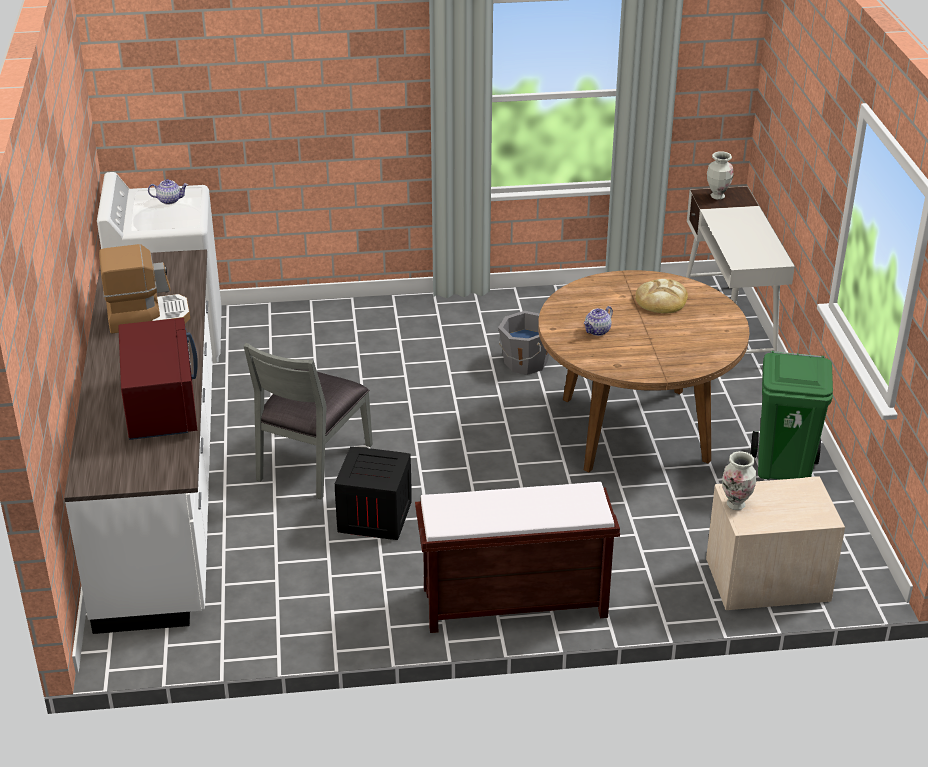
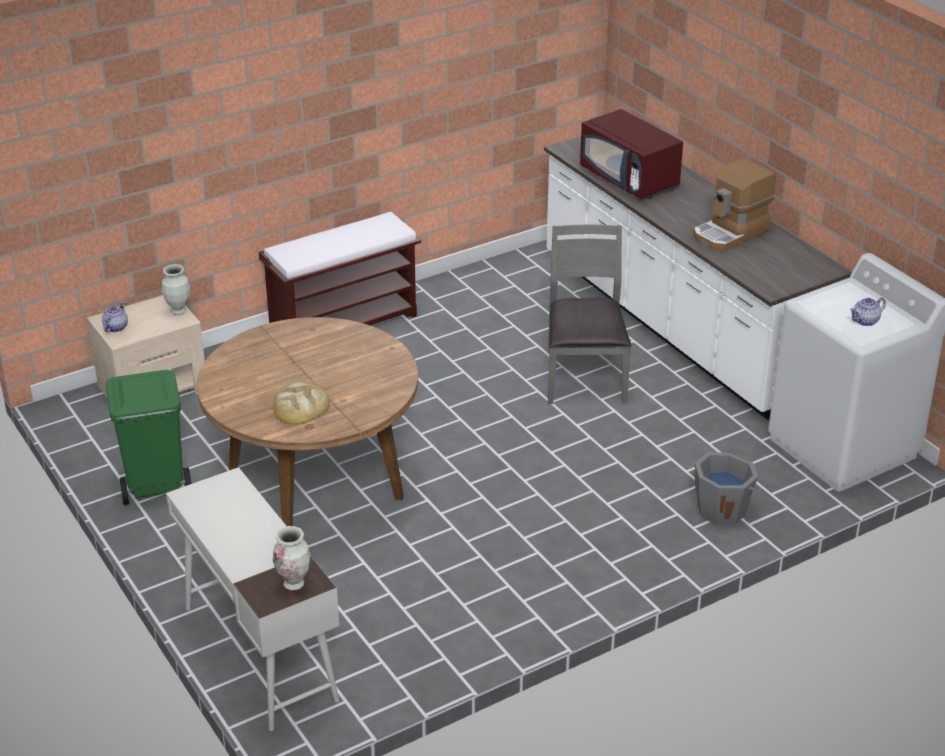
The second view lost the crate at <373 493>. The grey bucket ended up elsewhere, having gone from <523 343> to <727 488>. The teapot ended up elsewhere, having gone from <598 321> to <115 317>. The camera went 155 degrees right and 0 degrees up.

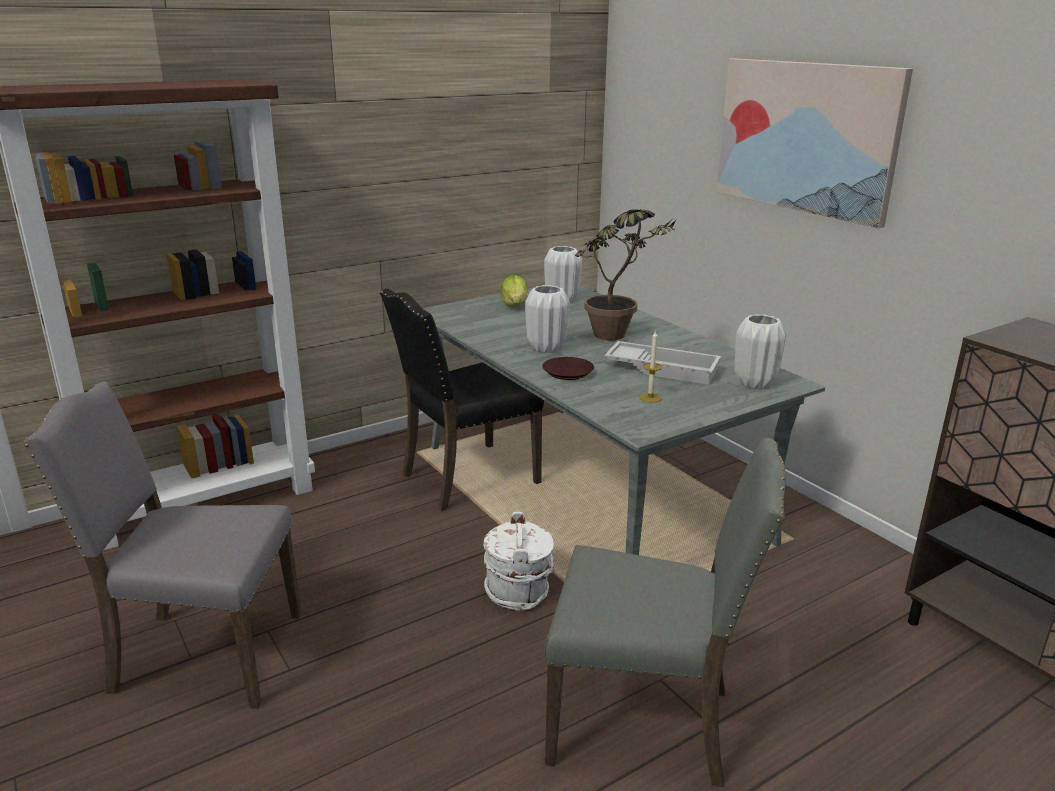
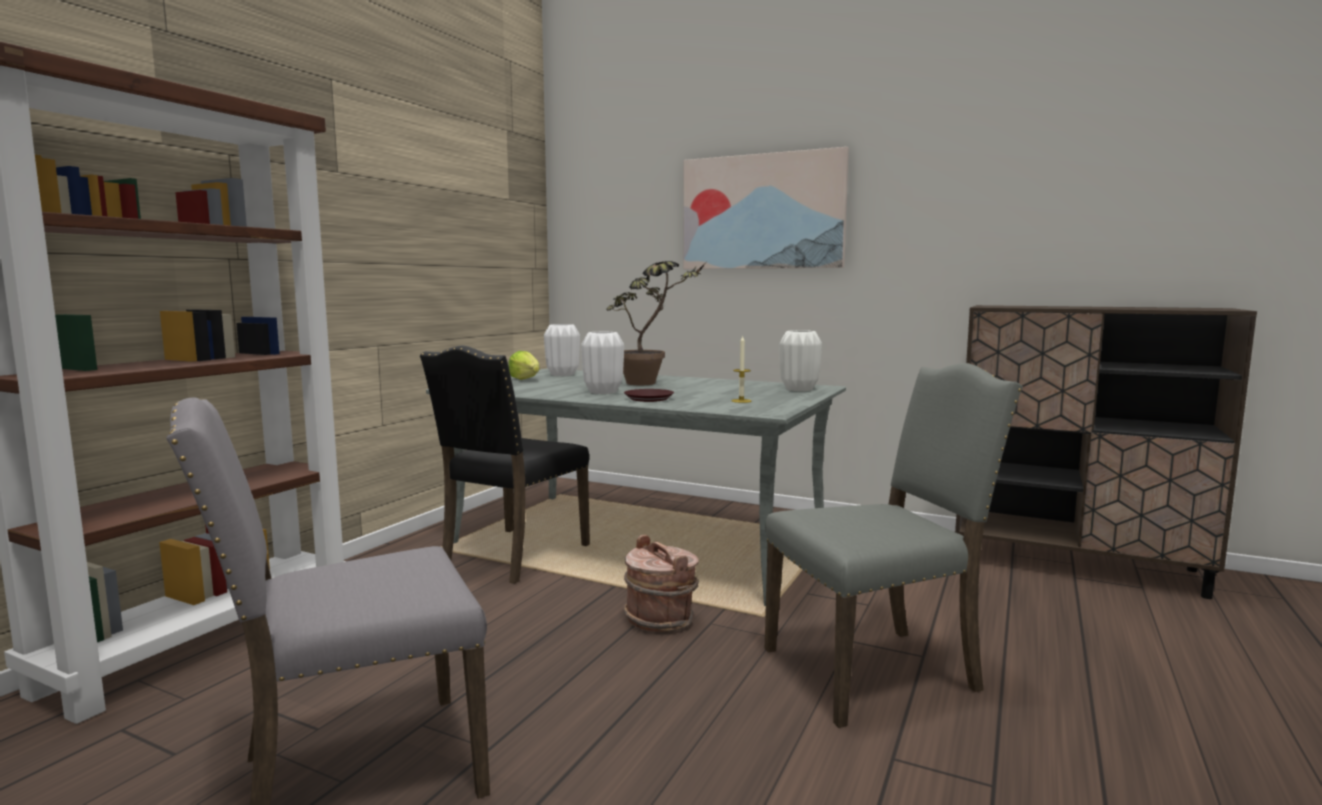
The second view lost the white tray at <663 363>. What was the white bucket at <518 561> turned into the brown bucket at <661 583>. The camera went 30 degrees left and 15 degrees down.

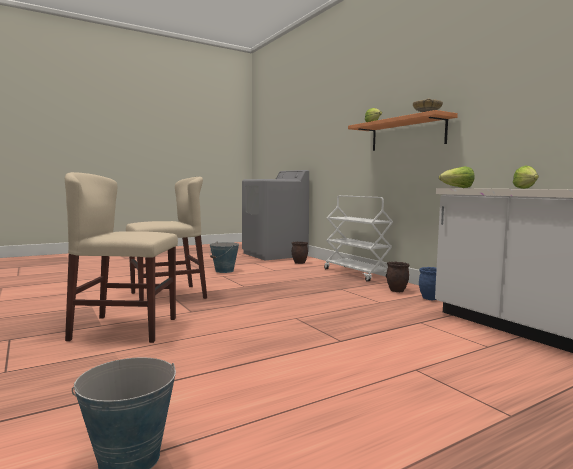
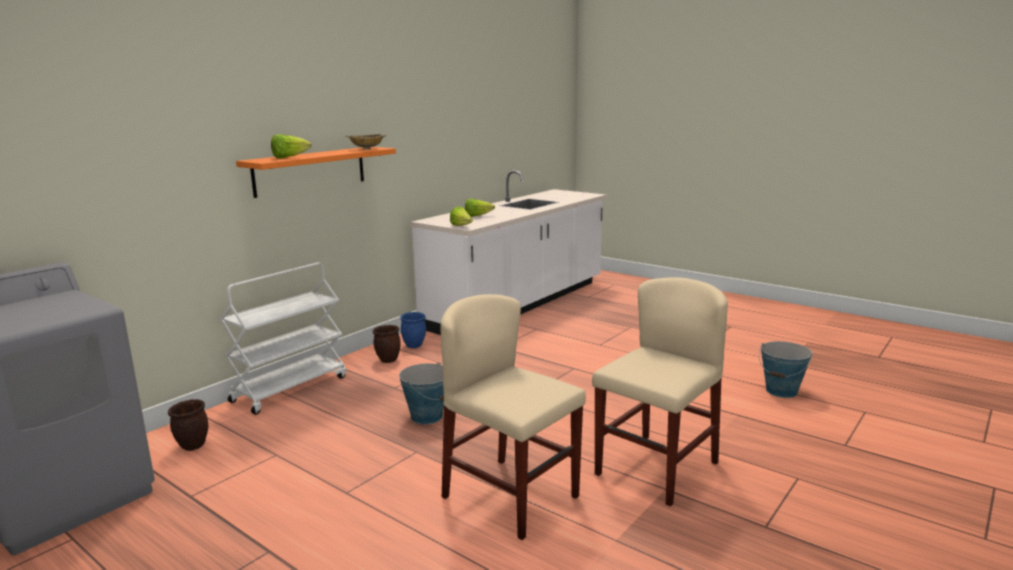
The bucket ended up elsewhere, having gone from <224 257> to <421 393>. The beige chair at <121 257> ended up facing another way, 120 degrees counterclockwise from before. The camera went 110 degrees left and 10 degrees up.

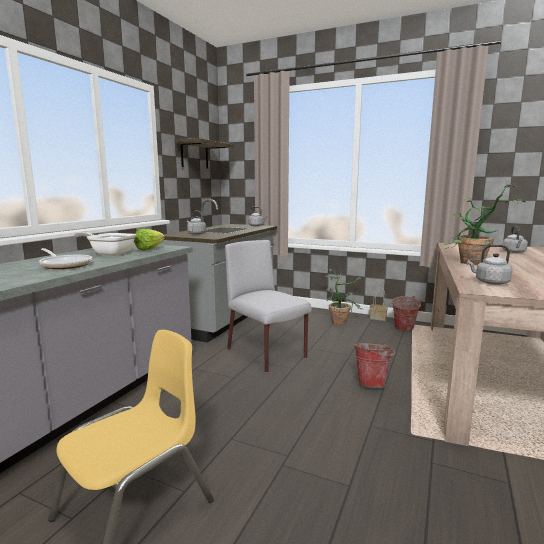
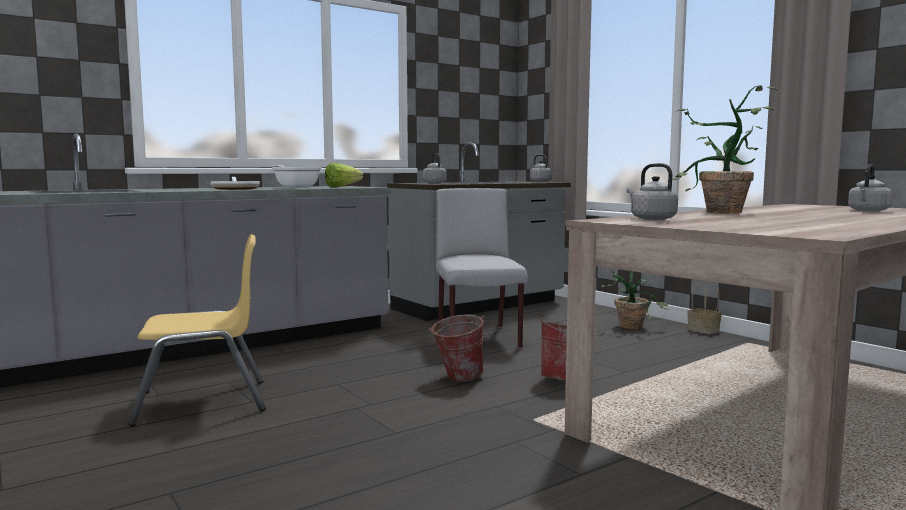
The second view lost the shelf at <204 153>. The bucket ended up elsewhere, having gone from <405 313> to <456 348>. The camera went 30 degrees right and 5 degrees down.

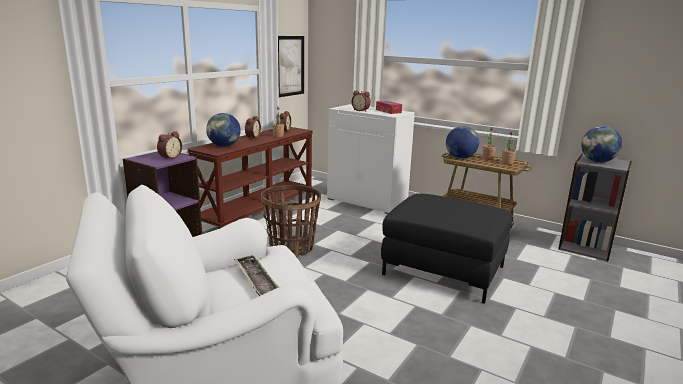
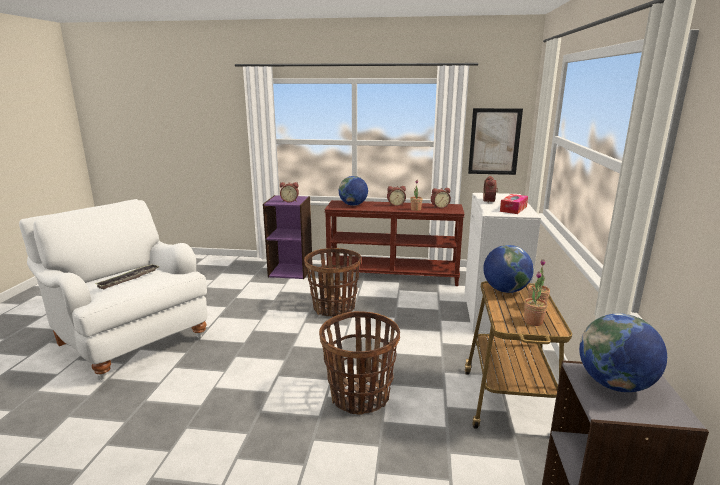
Where the black ottoman stood at <446 249>, the basket came to stand at <359 362>. The camera went 65 degrees right and 0 degrees up.

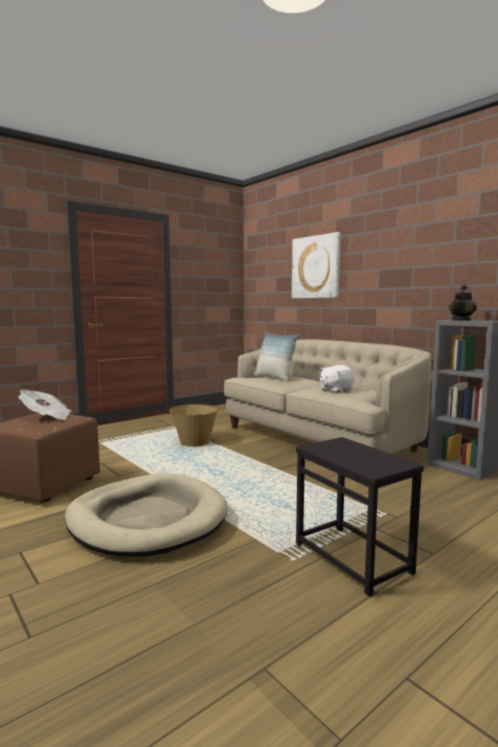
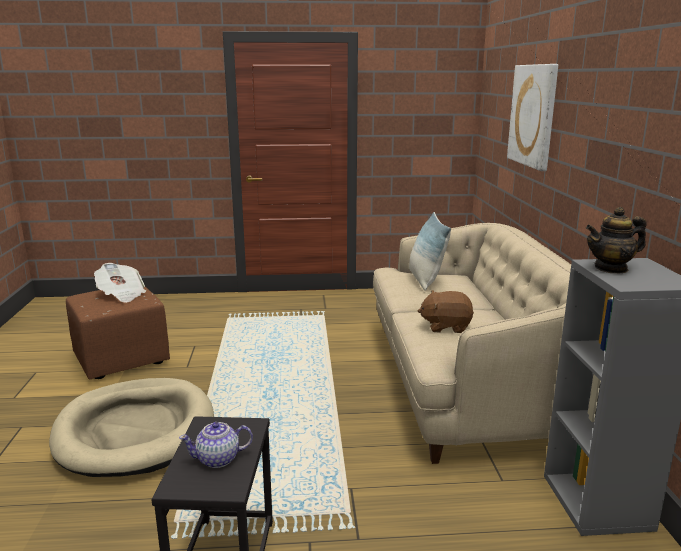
The second view lost the basket at <193 425>. The second view gained the teapot at <216 445>. What was the white plush toy at <337 379> turned into the brown plush toy at <446 311>. The camera went 35 degrees right and 10 degrees up.

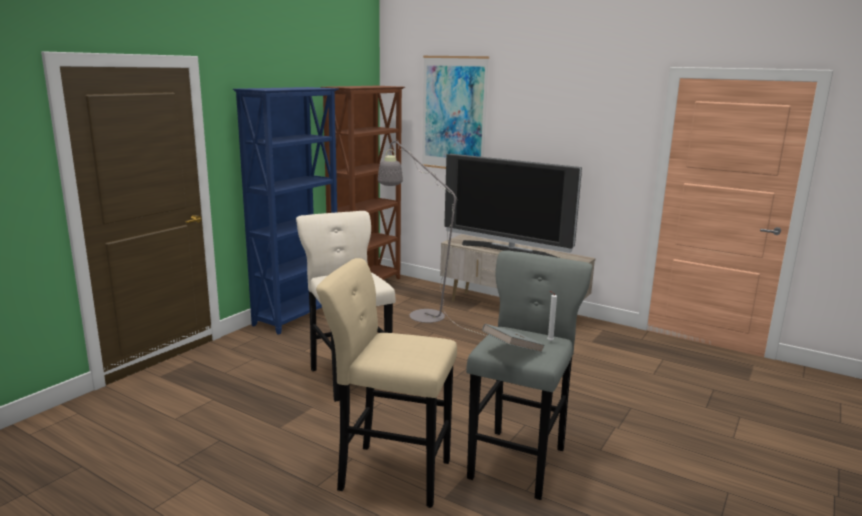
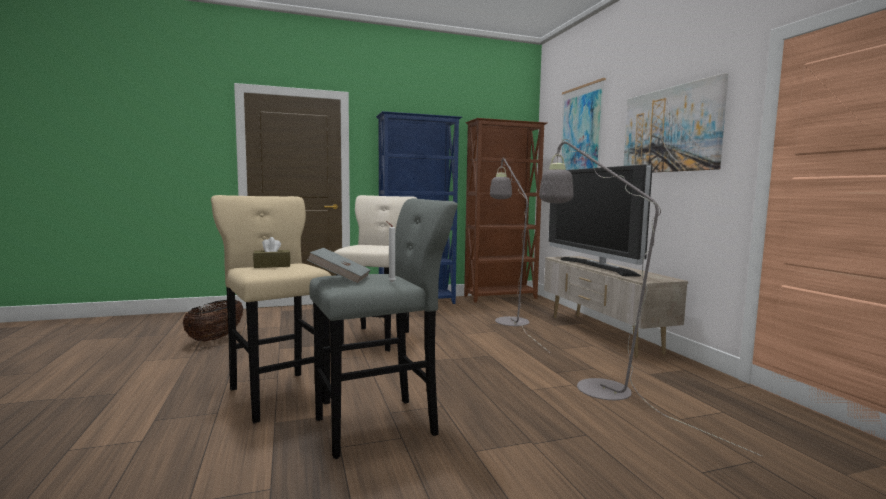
The second view gained the basket at <213 321>. The second view gained the brown tissue box at <272 252>. The second view gained the grey floor lamp at <650 297>. The second view gained the picture at <675 123>. The camera went 40 degrees right and 10 degrees down.

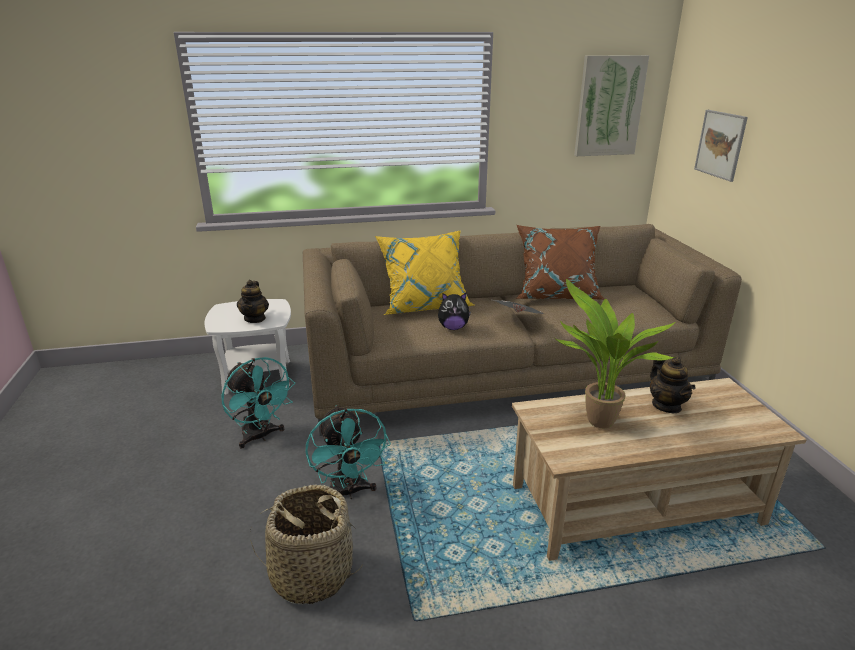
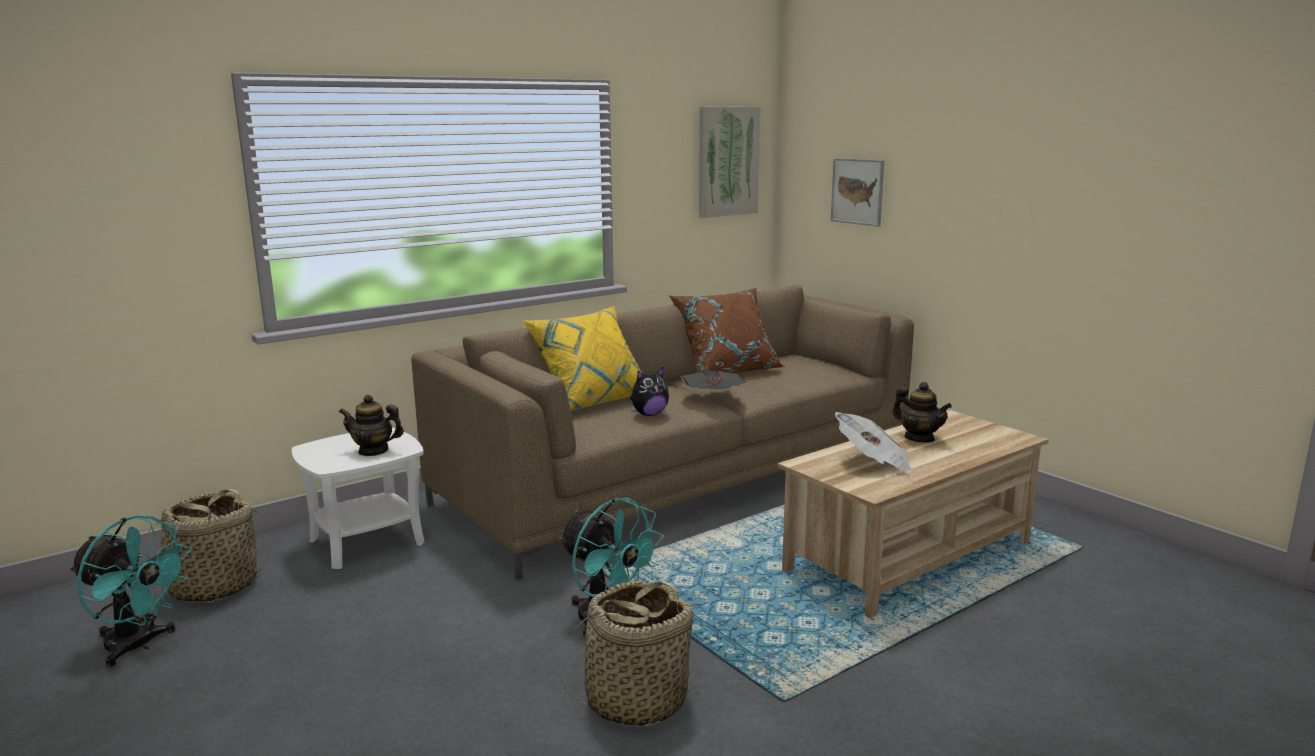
The second view gained the basket at <208 545>. The turquoise fan ended up elsewhere, having gone from <258 403> to <131 591>. Where the potted plant stood at <615 354>, the newspaper came to stand at <873 442>. The teapot at <253 301> ended up facing another way, 120 degrees clockwise from before. The camera went 25 degrees left and 10 degrees down.

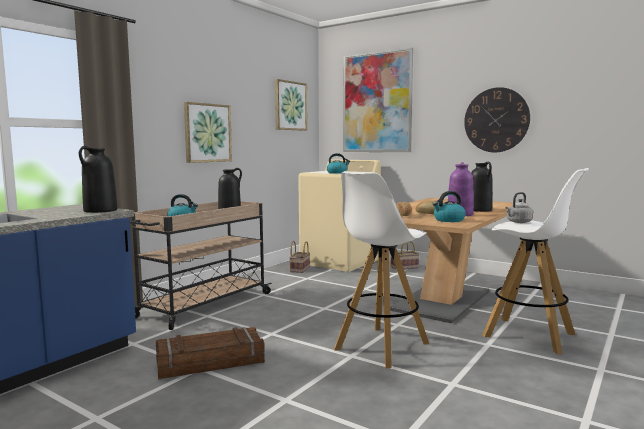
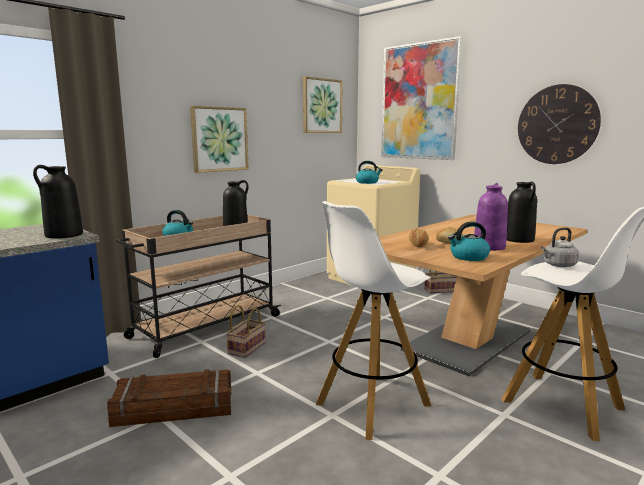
The basket ended up elsewhere, having gone from <299 257> to <245 331>. The camera went 10 degrees right and 5 degrees up.

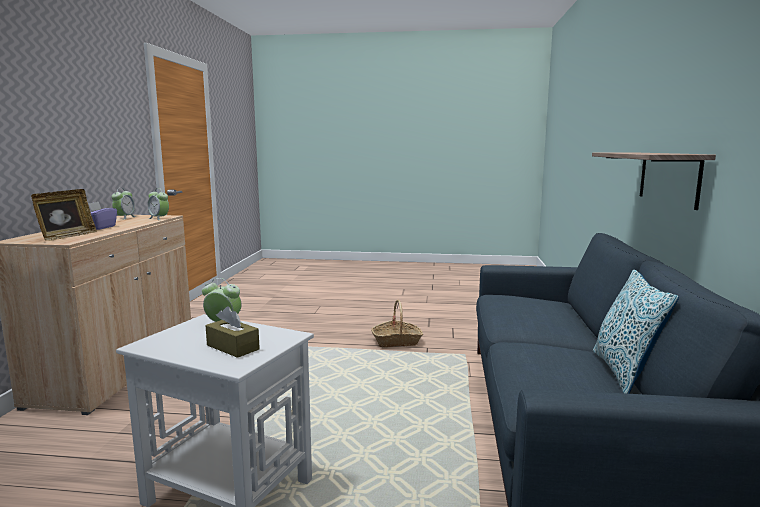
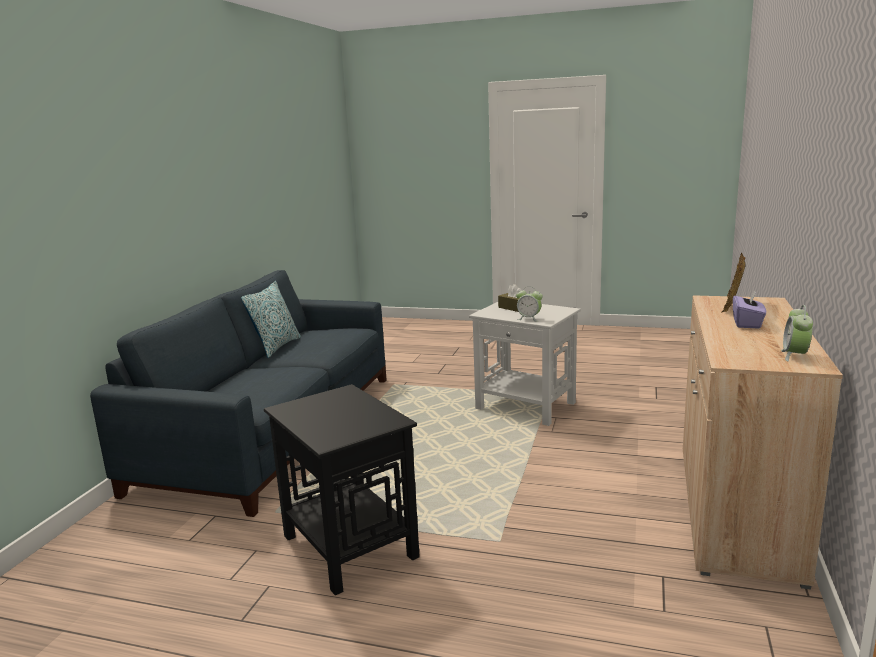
The second view lost the alarm clock at <158 204>. The second view lost the shelf at <654 181>. Where the basket stood at <397 323>, the black side table came to stand at <342 489>. The camera went 170 degrees left and 5 degrees up.

